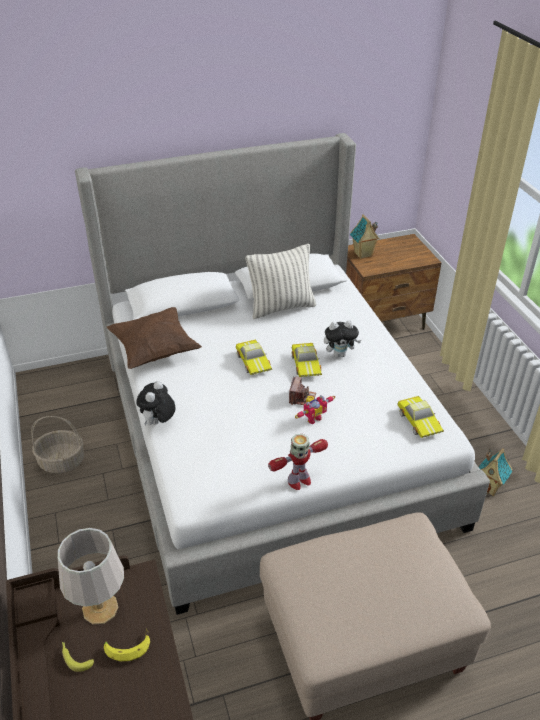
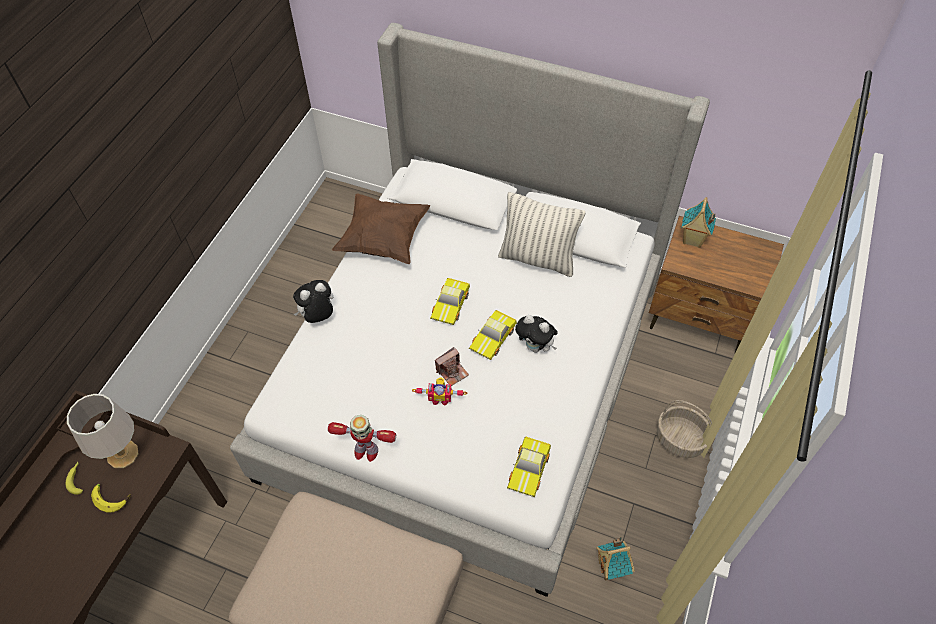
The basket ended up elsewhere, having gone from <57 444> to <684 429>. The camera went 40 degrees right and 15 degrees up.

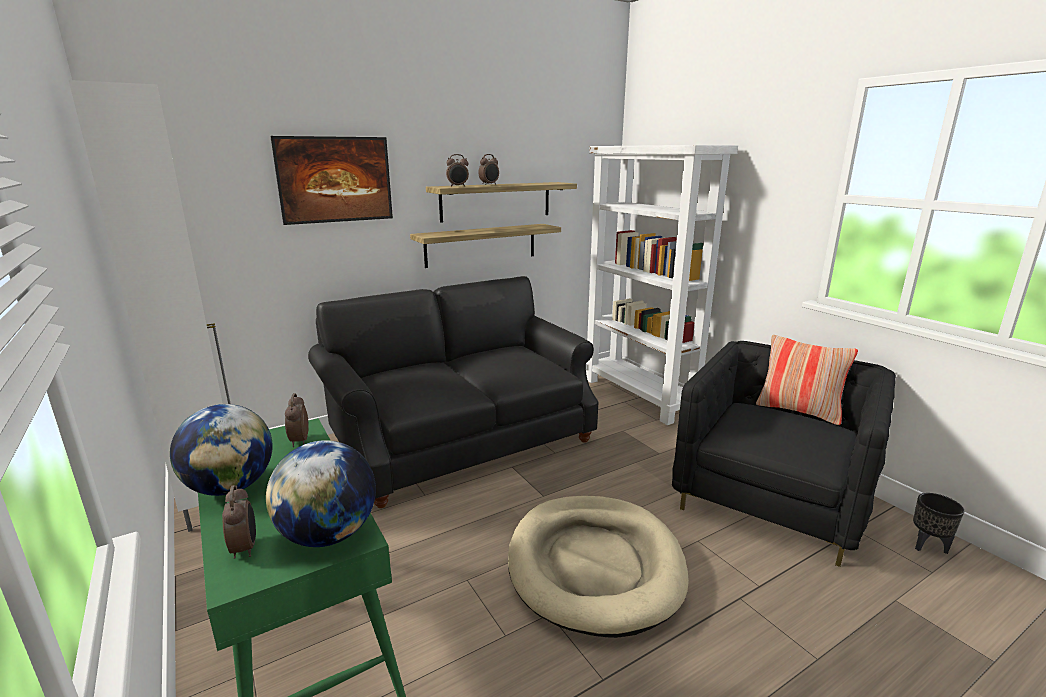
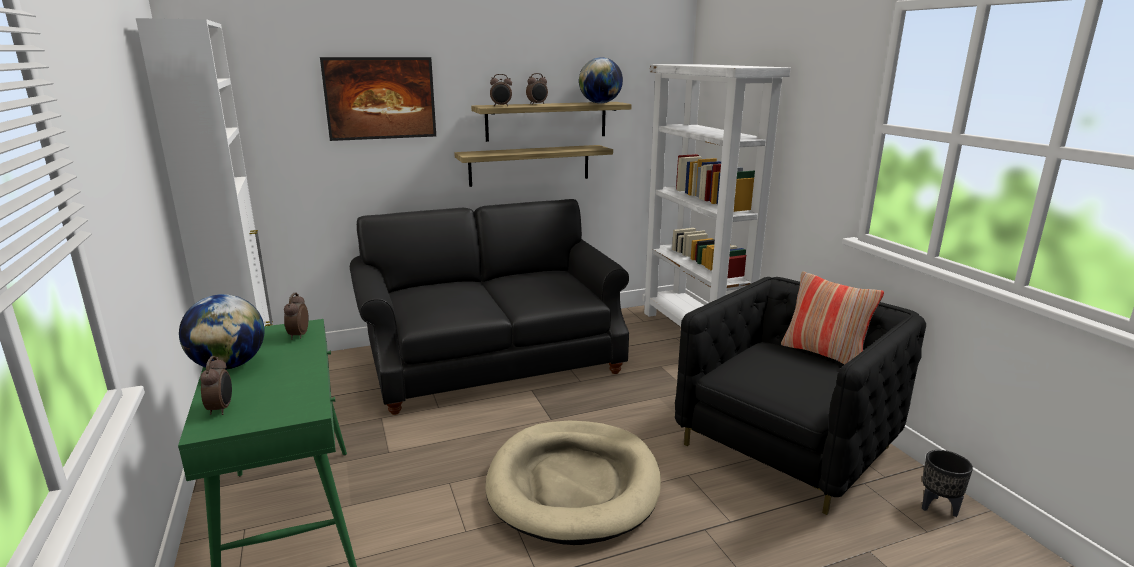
The globe ended up elsewhere, having gone from <321 493> to <601 80>. The camera went 10 degrees right and 0 degrees up.

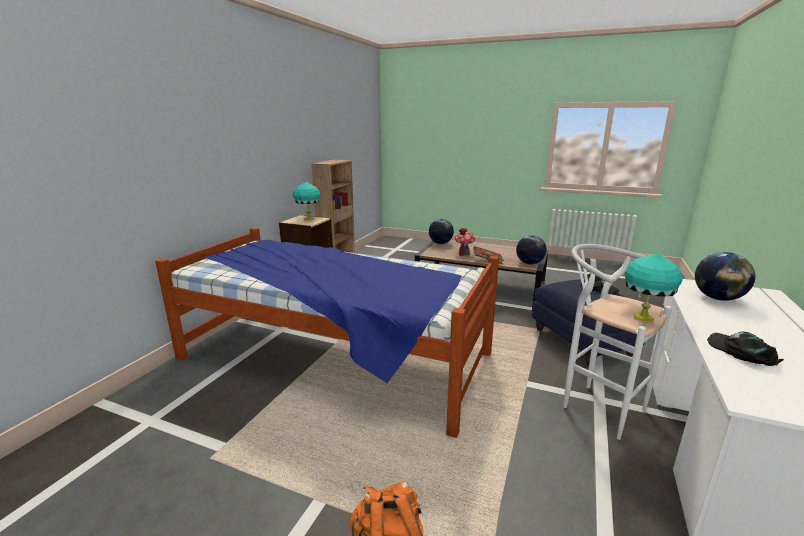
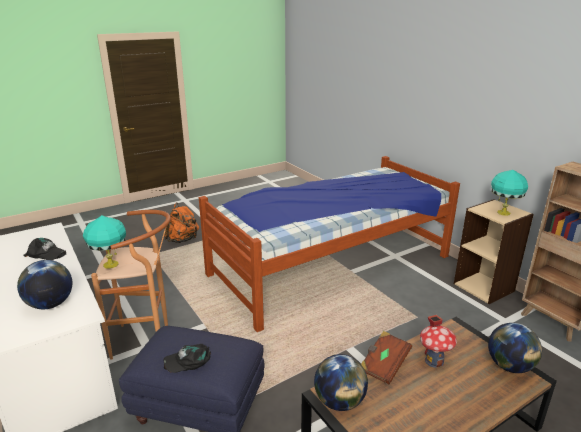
What was the white stool at <617 342> turned into the brown stool at <131 285>. The camera went 125 degrees right and 5 degrees up.

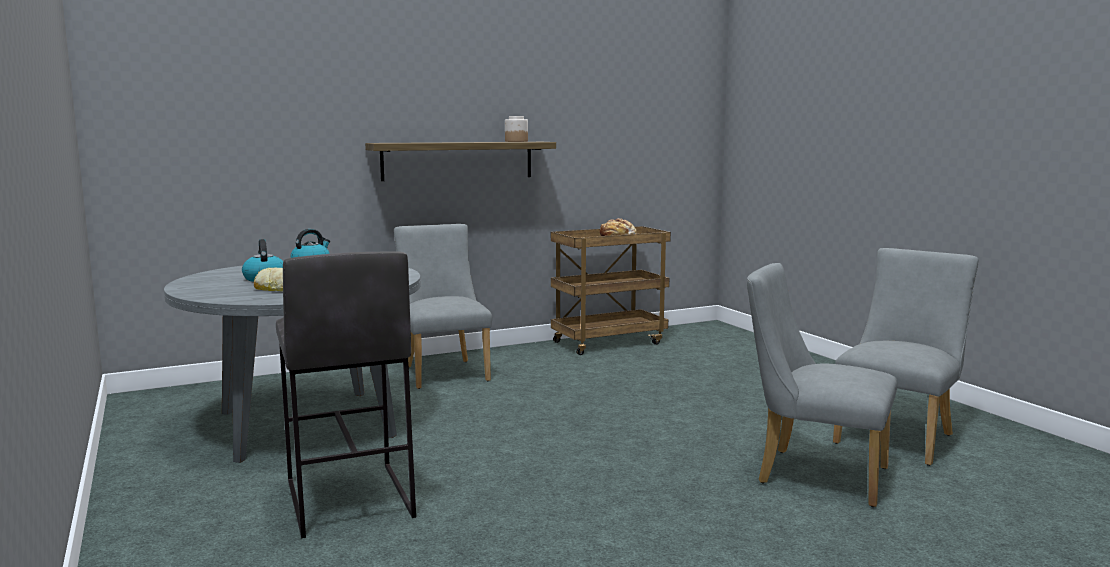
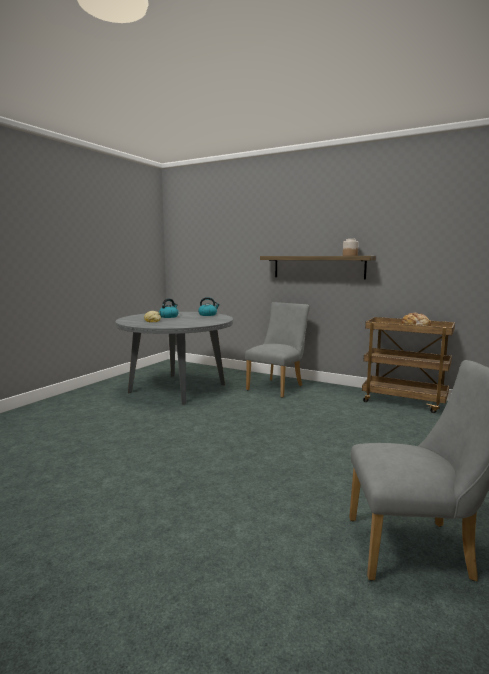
The second view lost the grey stool at <346 394>. The second view lost the grey chair at <822 385>. The camera went 55 degrees right and 0 degrees up.

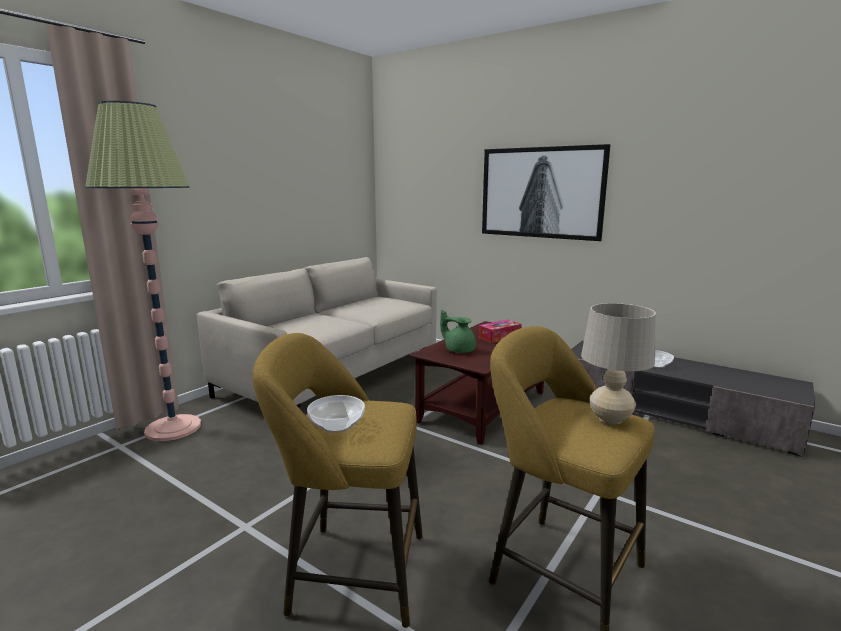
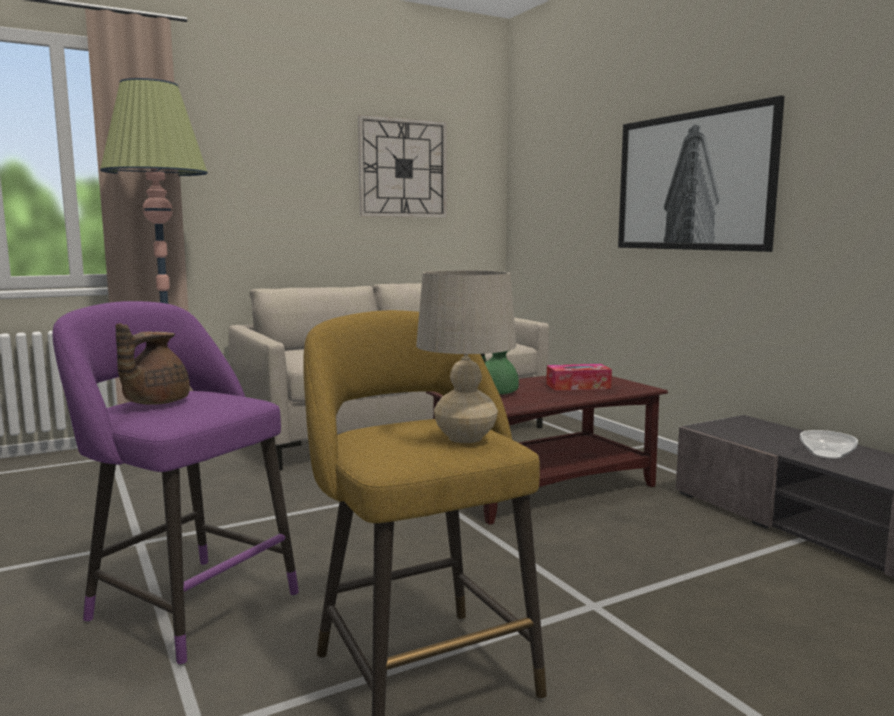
The second view gained the wall clock at <402 166>. Where the bowl stood at <336 414>, the brown teapot came to stand at <153 364>. What was the yellow stool at <337 480> turned into the purple stool at <175 483>. The camera went 25 degrees right and 5 degrees down.

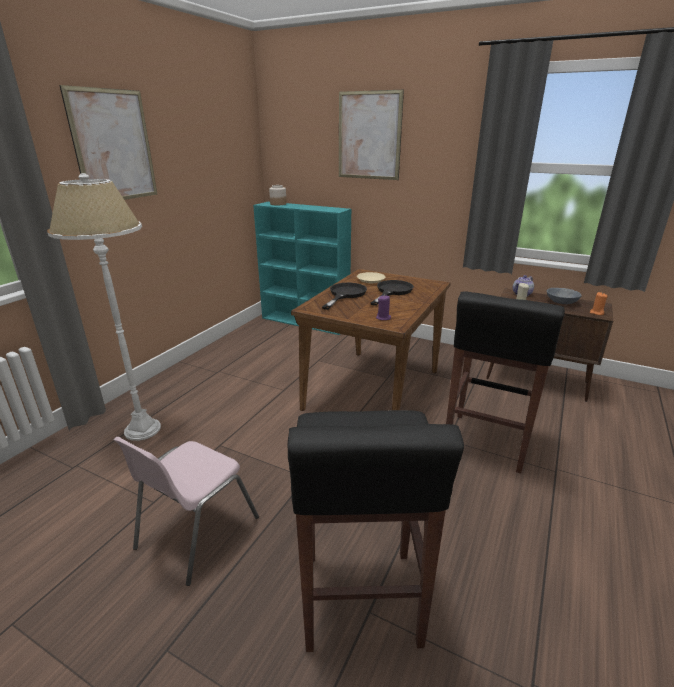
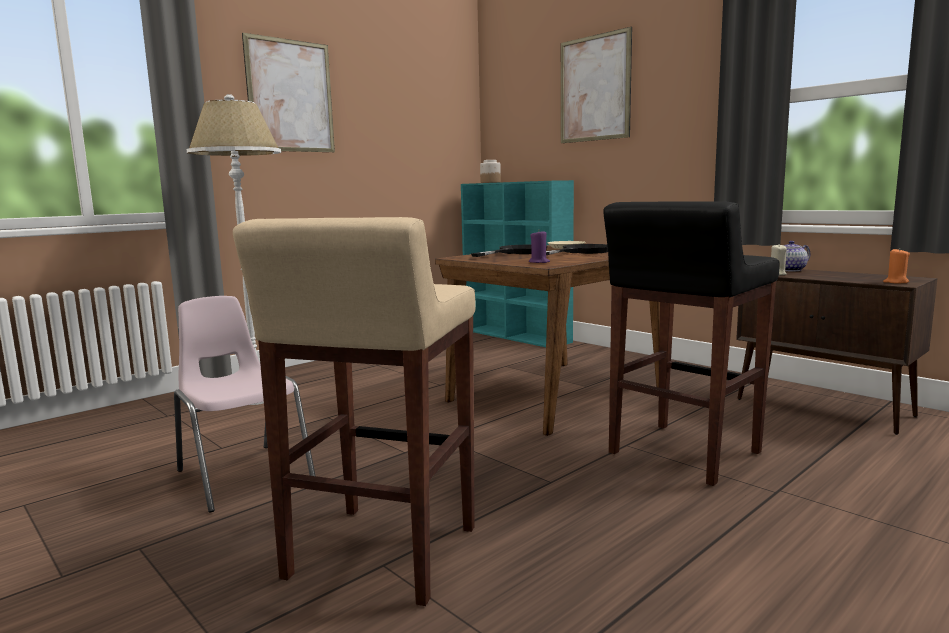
The second view lost the grey bowl at <564 296>. What was the black stool at <376 531> turned into the beige stool at <354 411>. The pink chair at <186 511> ended up facing another way, 90 degrees clockwise from before. The camera went 20 degrees right and 15 degrees down.

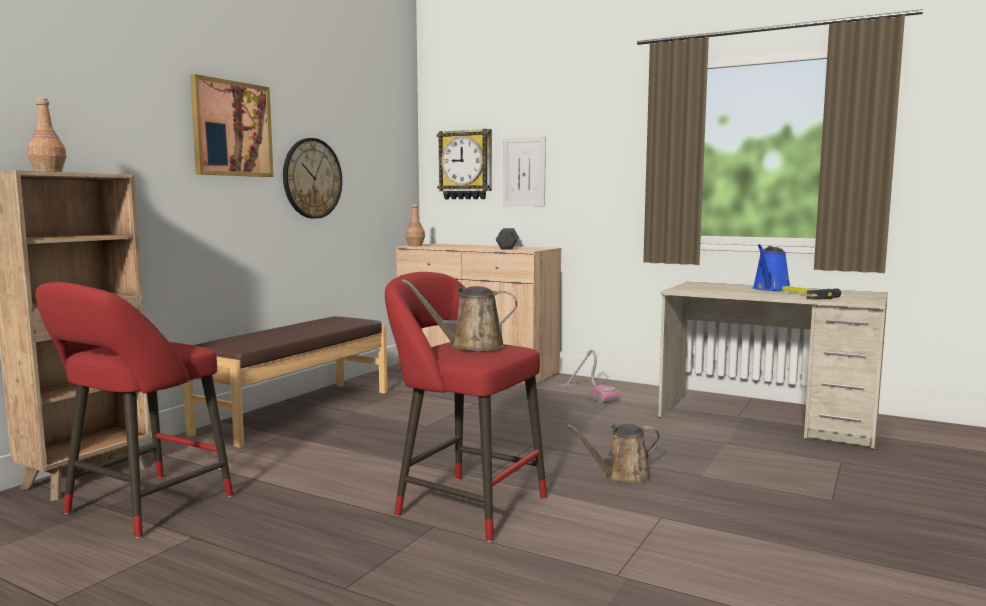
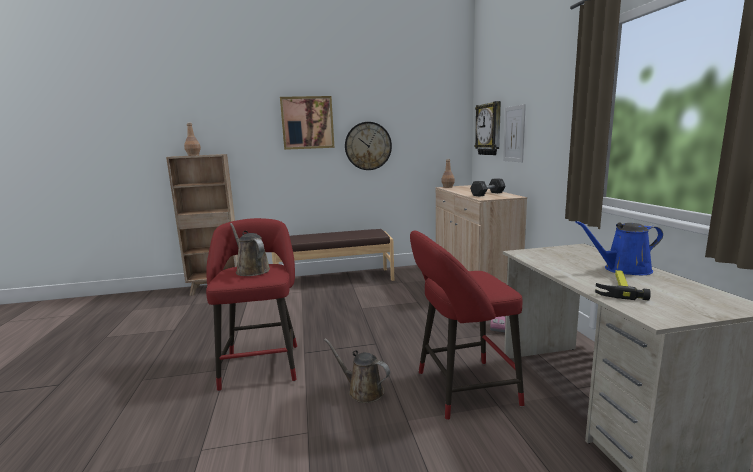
The red stool ended up elsewhere, having gone from <134 410> to <467 325>. The camera went 50 degrees right and 5 degrees up.

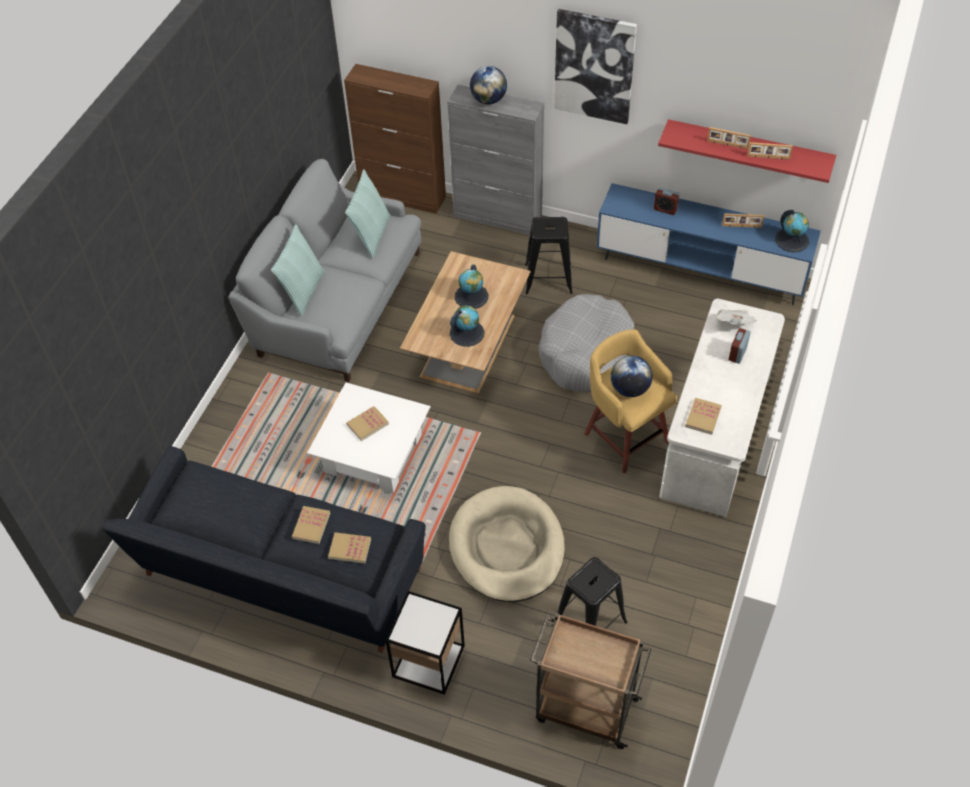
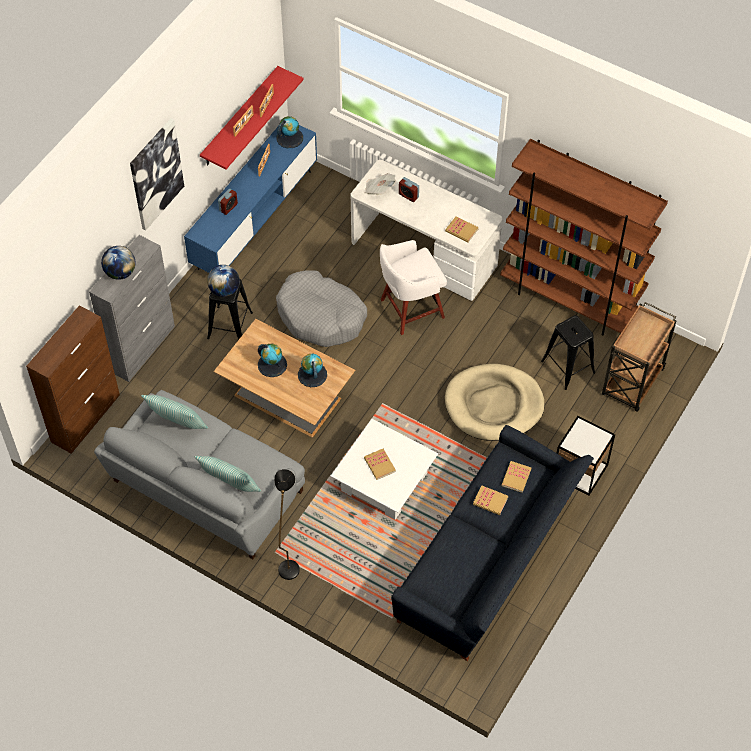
The second view gained the black floor lamp at <287 524>. The second view gained the brown bookcase at <584 237>. The globe ended up elsewhere, having gone from <632 376> to <223 281>. What was the yellow stool at <630 401> turned into the white stool at <413 287>. The camera went 80 degrees left and 5 degrees up.

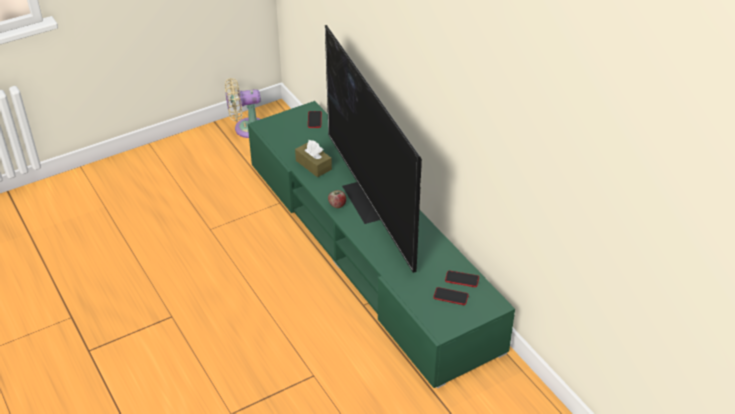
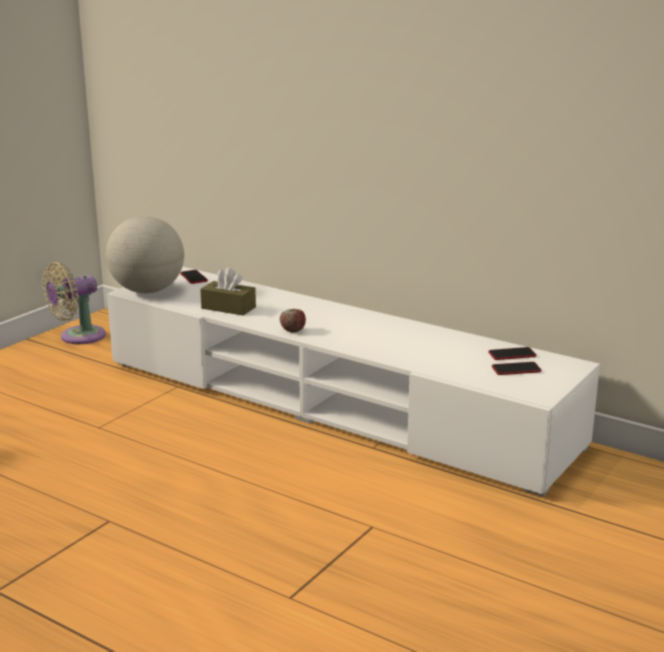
The second view lost the television at <373 149>. The second view gained the globe at <145 254>. What was the green tv stand at <381 244> turned into the white tv stand at <353 382>. The camera went 25 degrees left and 20 degrees down.

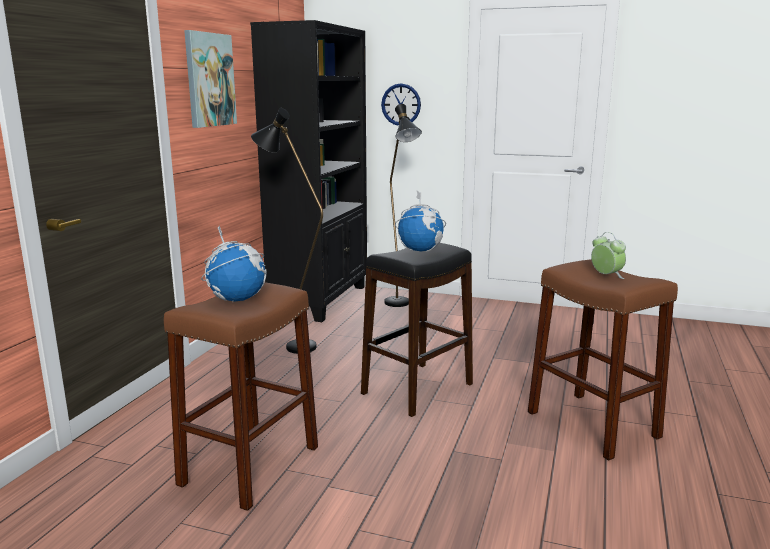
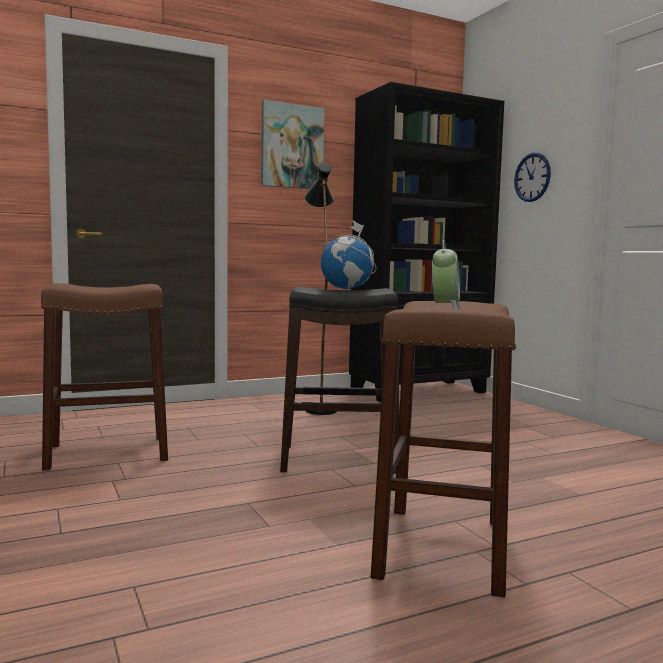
The second view lost the globe at <234 263>. The second view lost the black floor lamp at <403 205>. The camera went 45 degrees right and 10 degrees down.

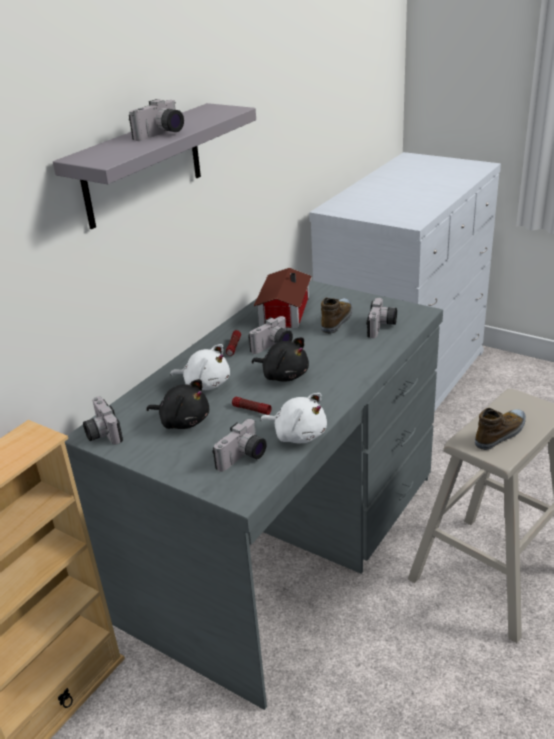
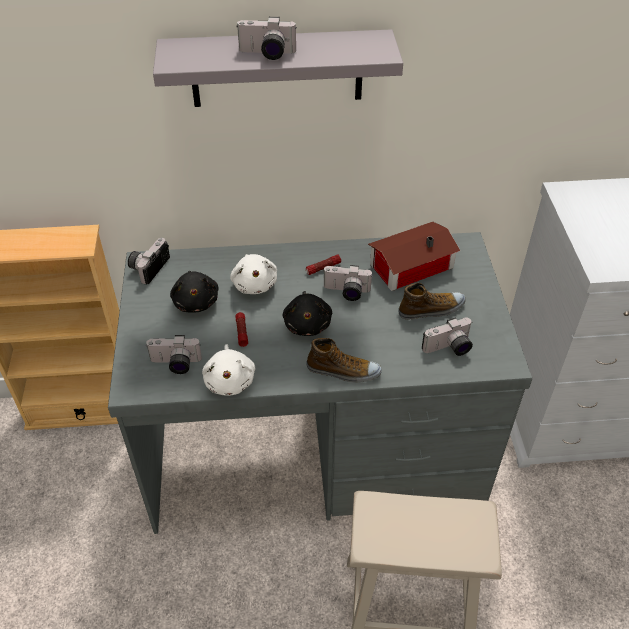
The shoe ended up elsewhere, having gone from <500 429> to <344 360>. The camera went 50 degrees right and 15 degrees up.

